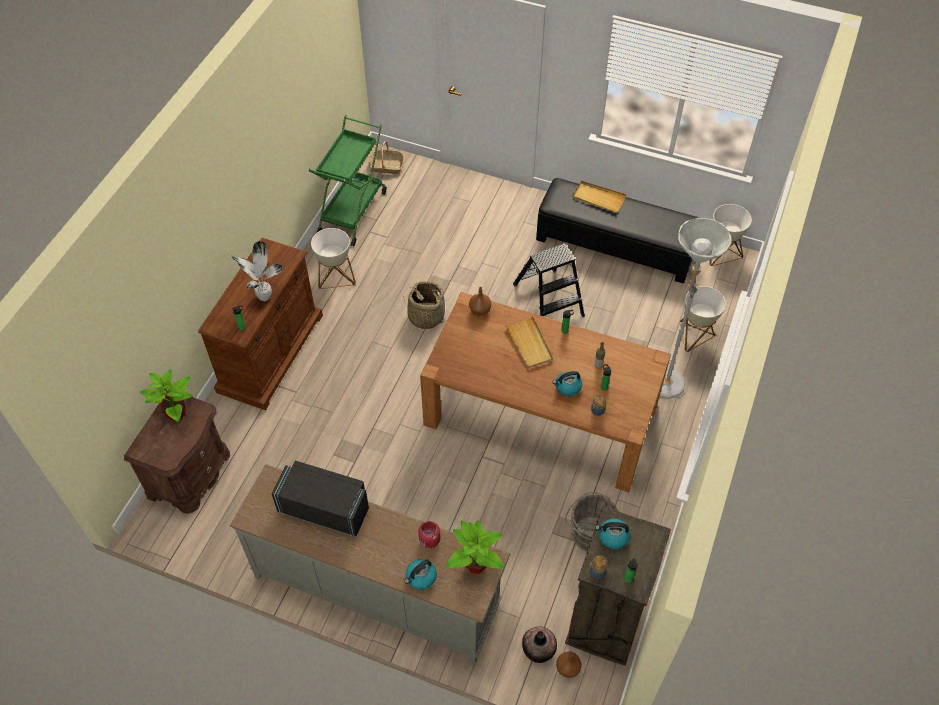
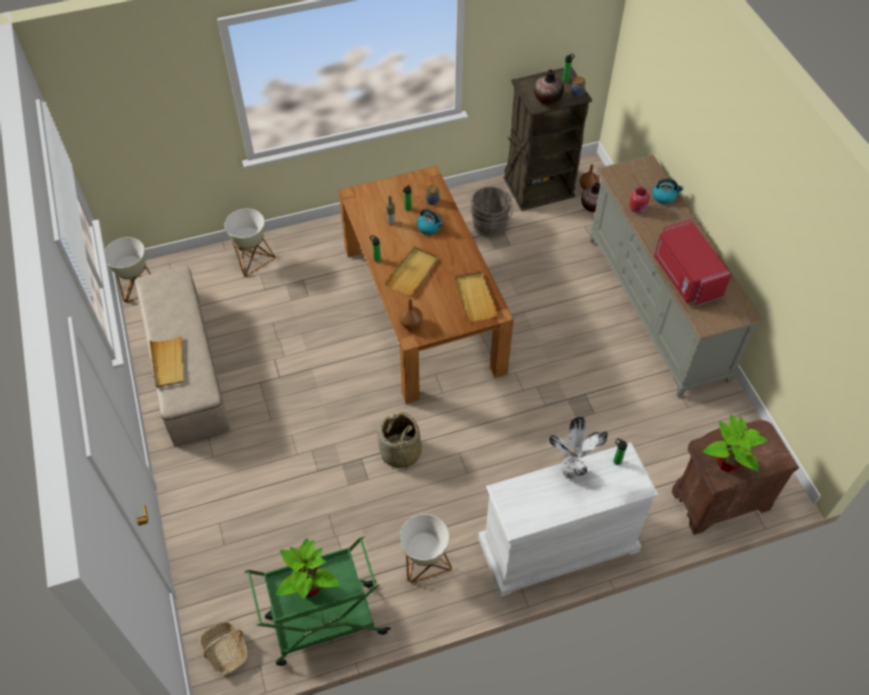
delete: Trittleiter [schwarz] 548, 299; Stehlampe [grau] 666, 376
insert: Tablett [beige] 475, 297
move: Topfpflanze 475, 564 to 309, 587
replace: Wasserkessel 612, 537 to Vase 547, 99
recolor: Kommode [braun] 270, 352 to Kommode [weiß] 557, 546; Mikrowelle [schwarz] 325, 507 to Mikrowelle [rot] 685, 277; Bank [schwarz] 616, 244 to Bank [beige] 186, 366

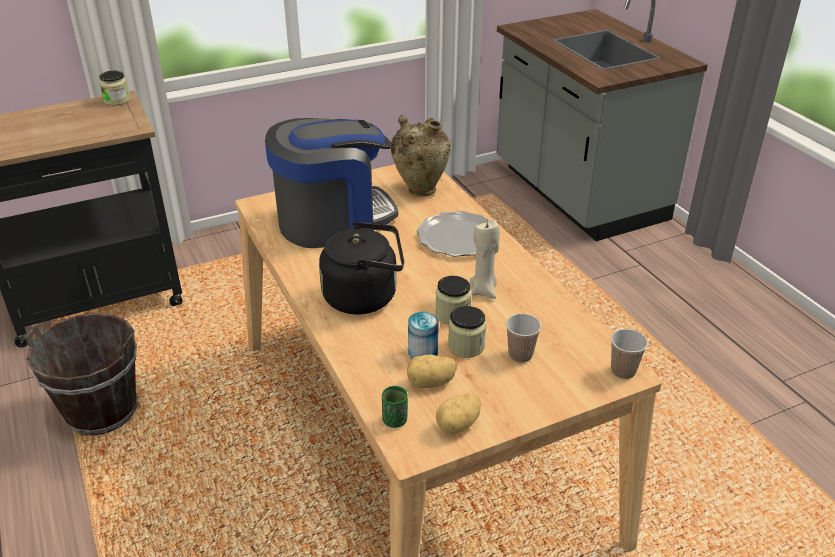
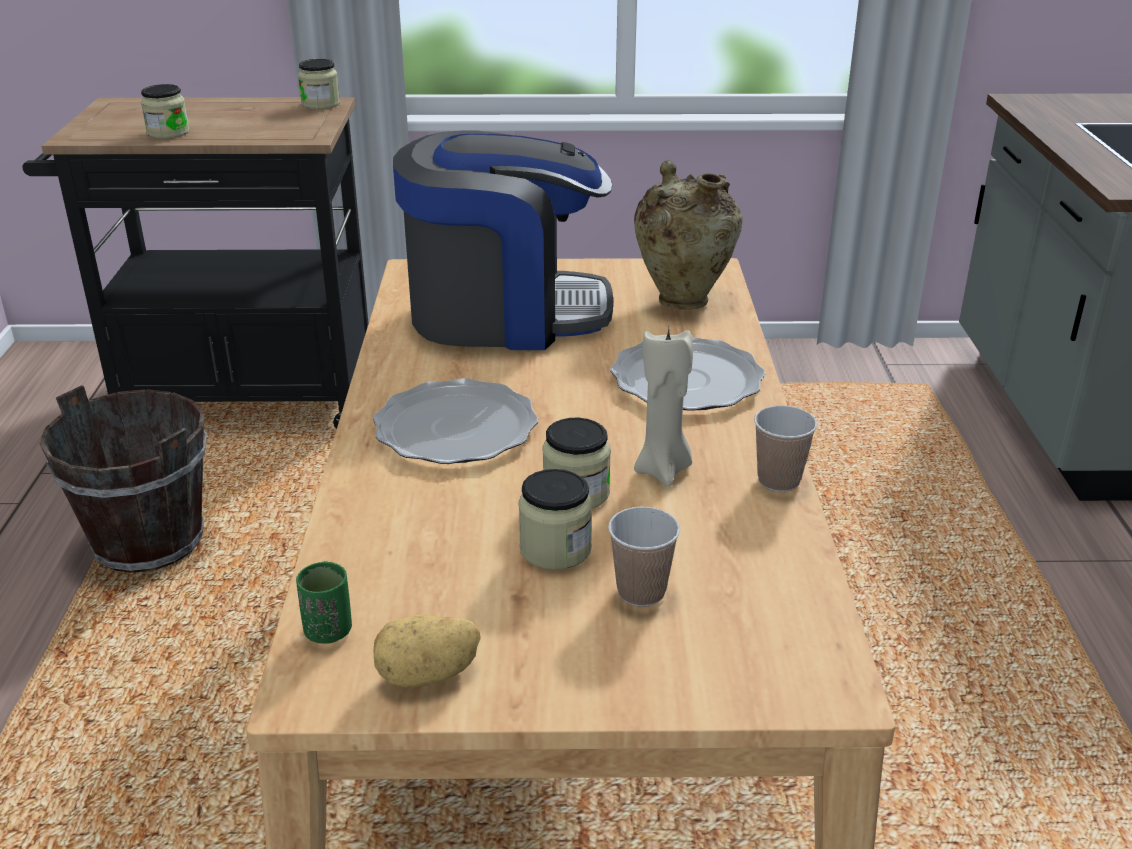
delete: Kartoffel 431, 383; Dose 423, 352
insert: Vorratsglas 168, 133
move: Tasse 623, 371 to 778, 481
replace: Wasserkessel [schwarz] 365, 296 to Teller 456, 429

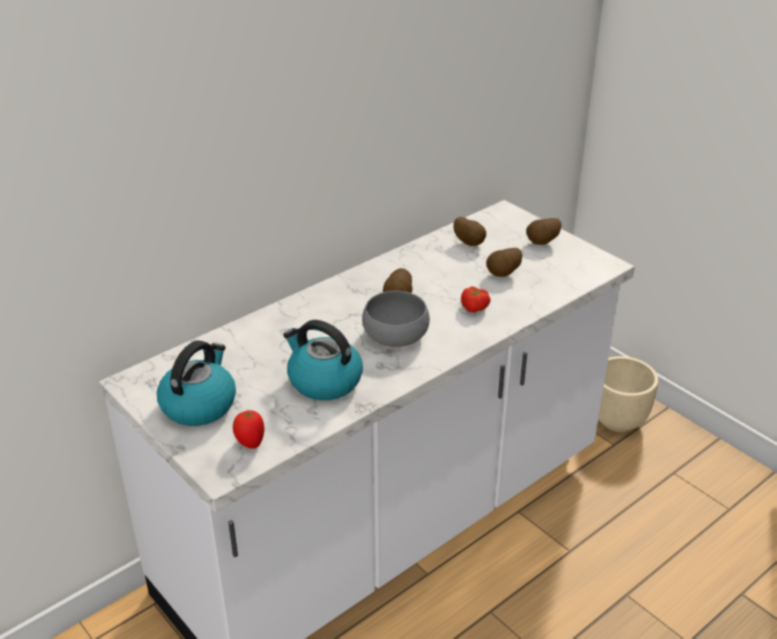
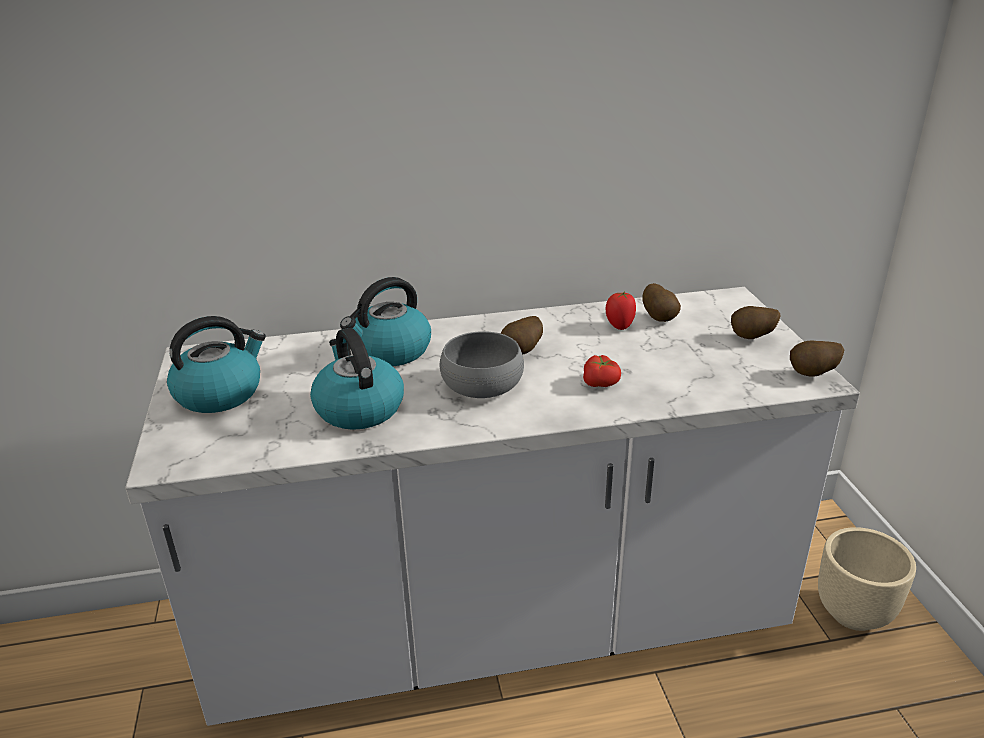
insert: Wasserkessel 390, 352
move: Tomate 250, 443 to 619, 326; Kartoffel 504, 274 to 812, 375

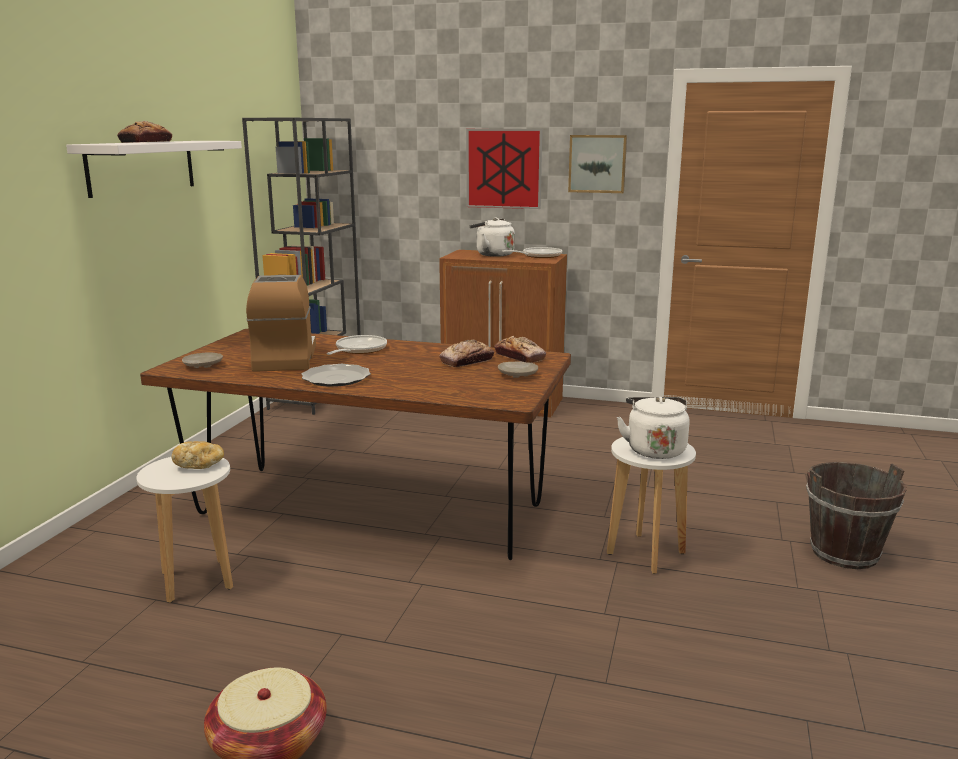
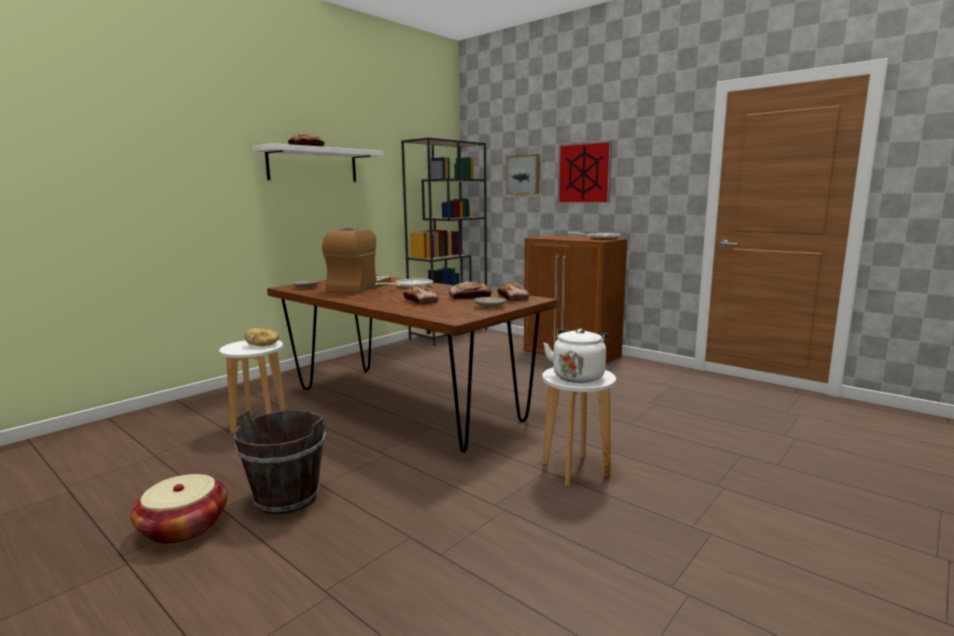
delete: Teller 336, 378; Wasserkessel [weiß] 492, 254
insert: Brot 420, 301
move: Bild 597, 163 to 523, 175; Eimer [braun] 844, 553 to 286, 498

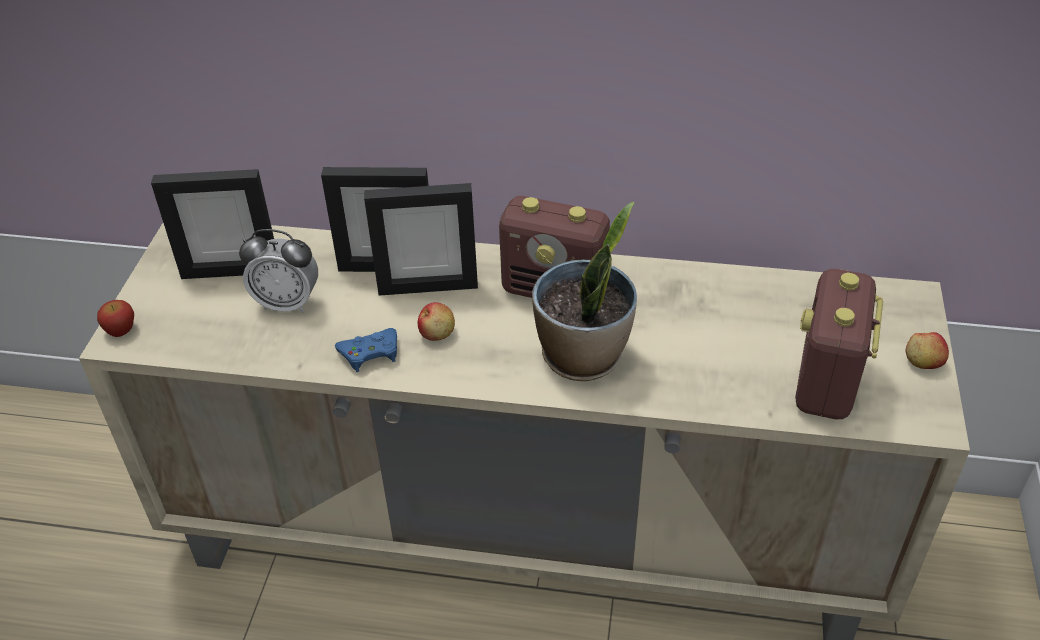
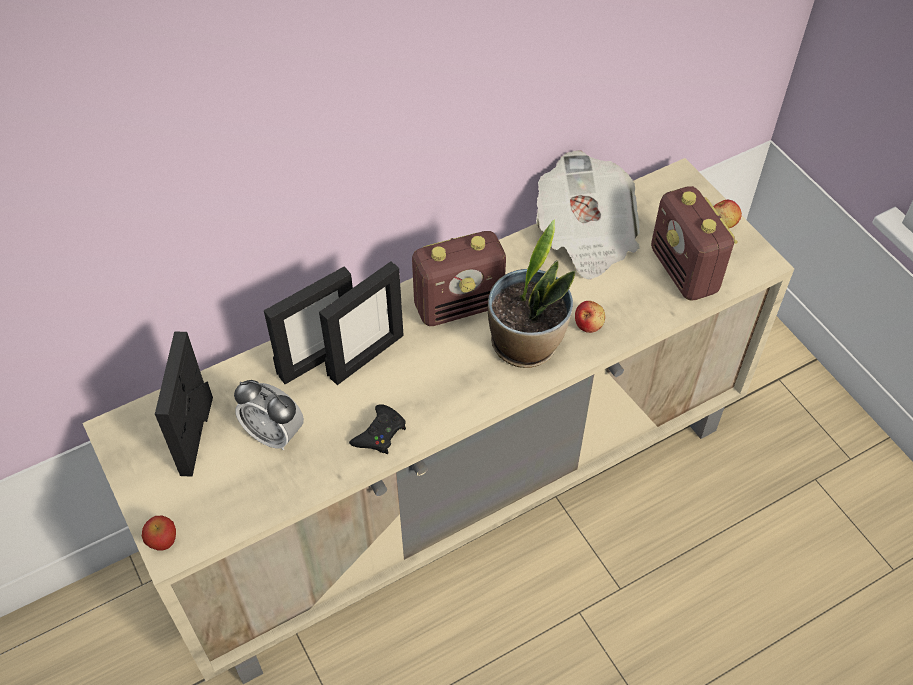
insert: Zeitung 586, 236
move: Apfel 437, 333 to 588, 324
recolor: Gamepad [blau] 370, 353 to Gamepad [schwarz] 380, 433
rotate: Bilderrahmen 231, 270 = 196, 435 135 degrees clockwise; Wecker 287, 303 = 274, 434 60 degrees clockwise

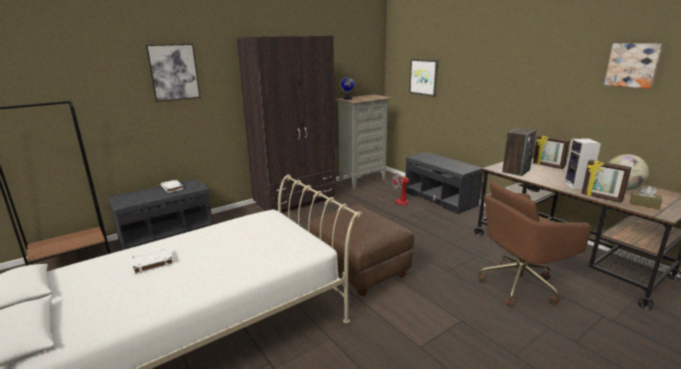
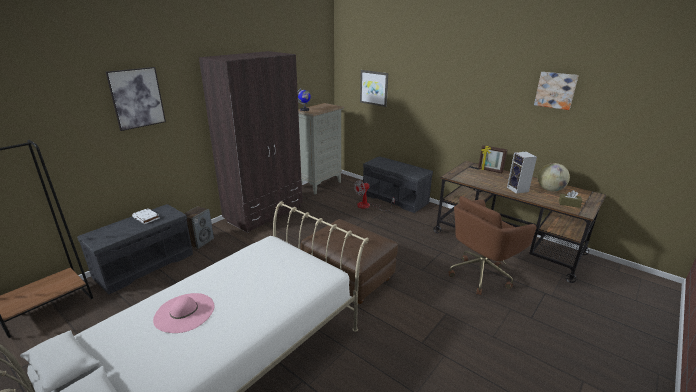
delete: Bilderrahmen 601, 198
move: Lautsprecher 516, 171 to 200, 241
replace: Buch [weiß] 152, 263 to Hut [rosa] 184, 312

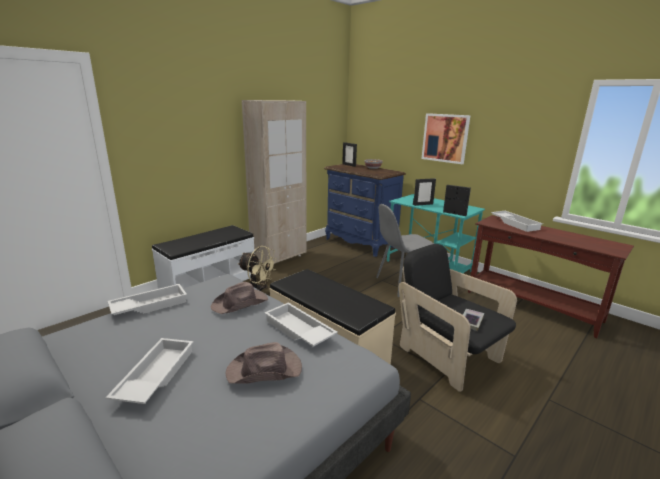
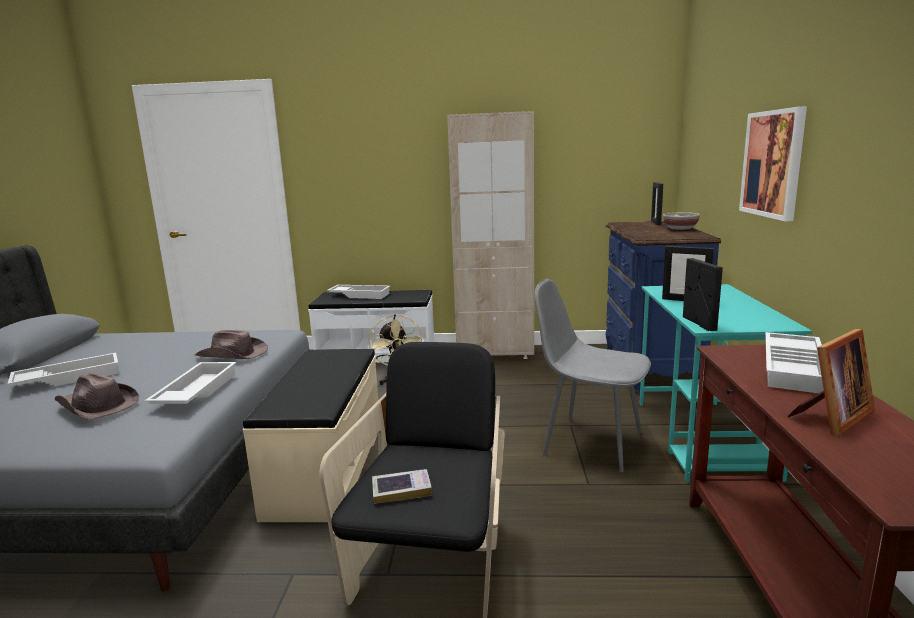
insert: Bilderrahmen 831, 417
move: Tablett [weiß] 150, 305 to 360, 295

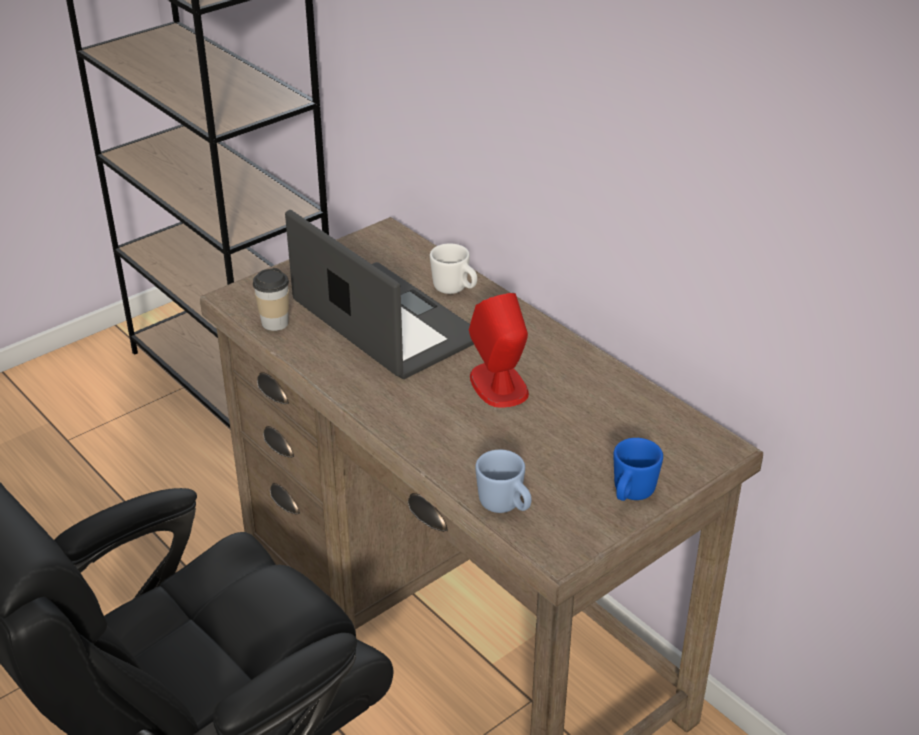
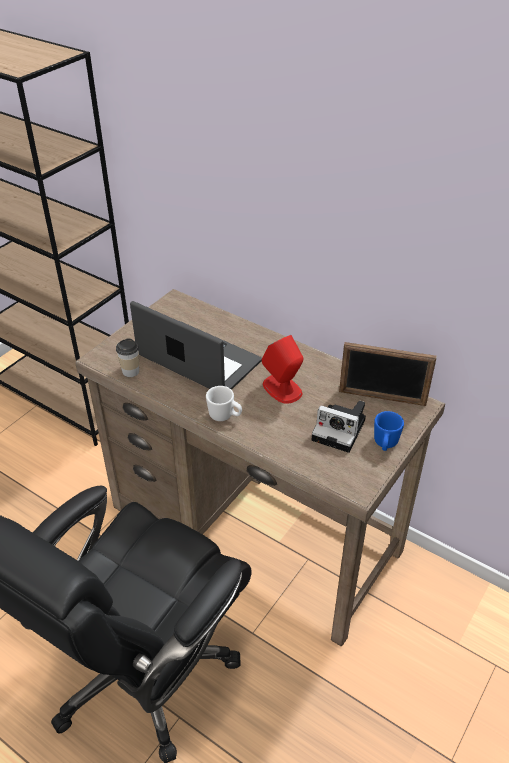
delete: Henkelbecher [blau] 505, 506
insert: Kamera 341, 430; Bilderrahmen 382, 398
move: Henkelbecher [weiß] 455, 289 to 225, 416

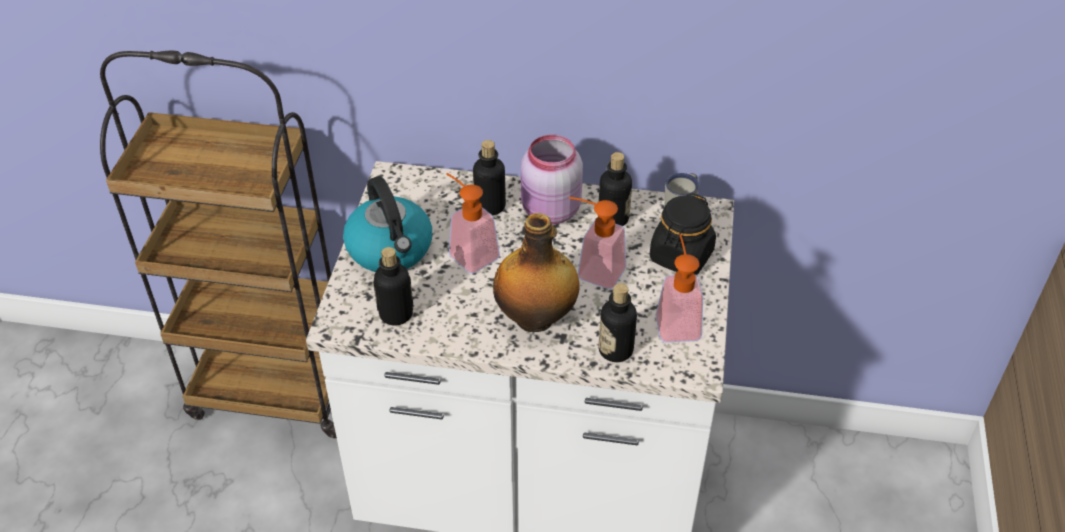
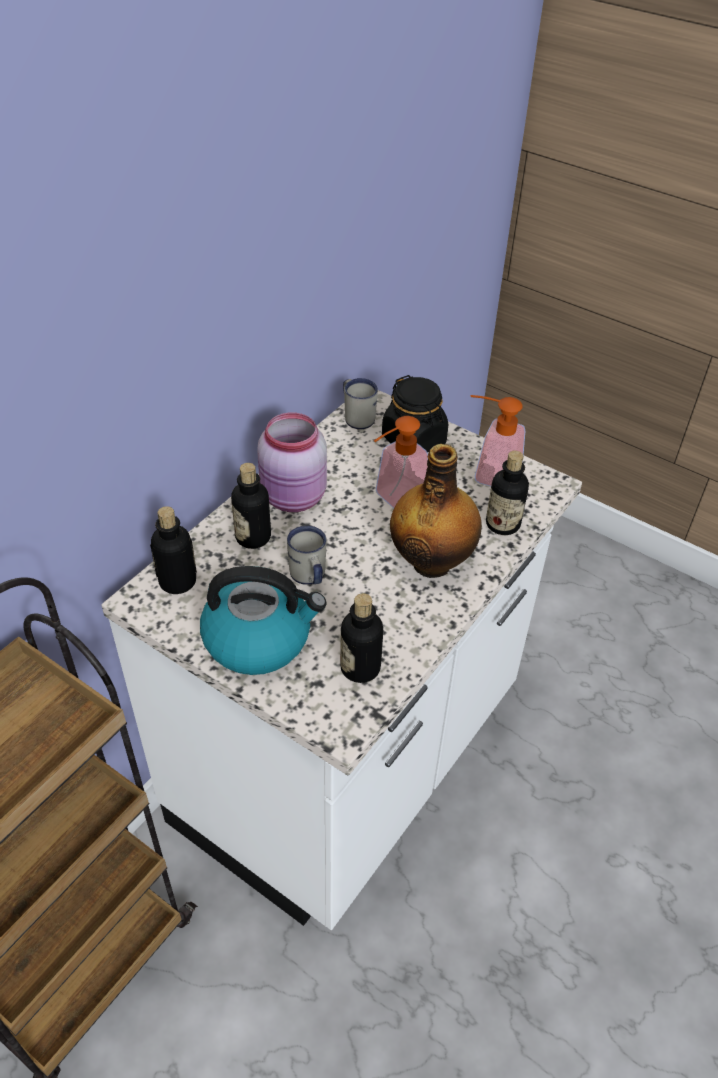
move: Flasche 613, 218 to 177, 581
replace: Seifenspender 469, 252 to Henkelbecher [weiß] 309, 577

